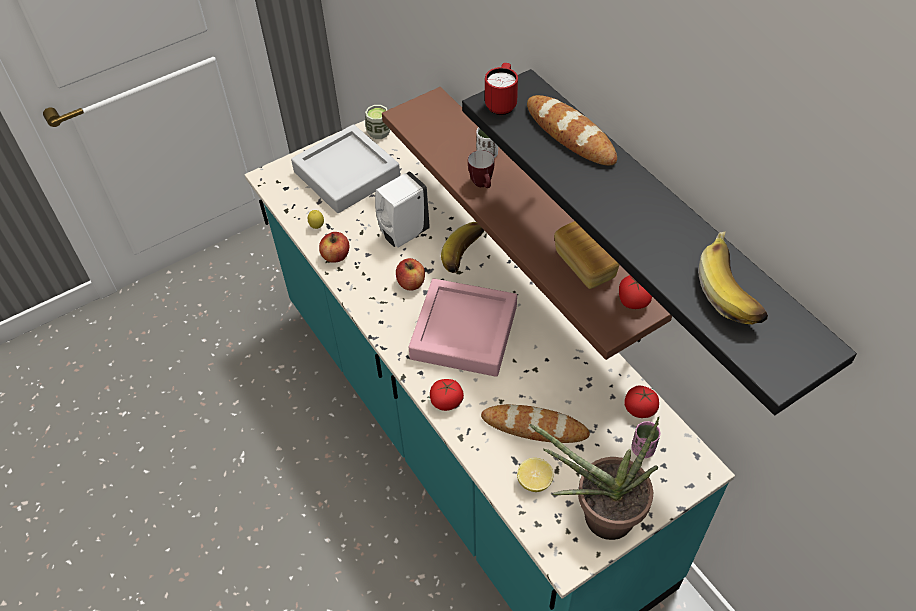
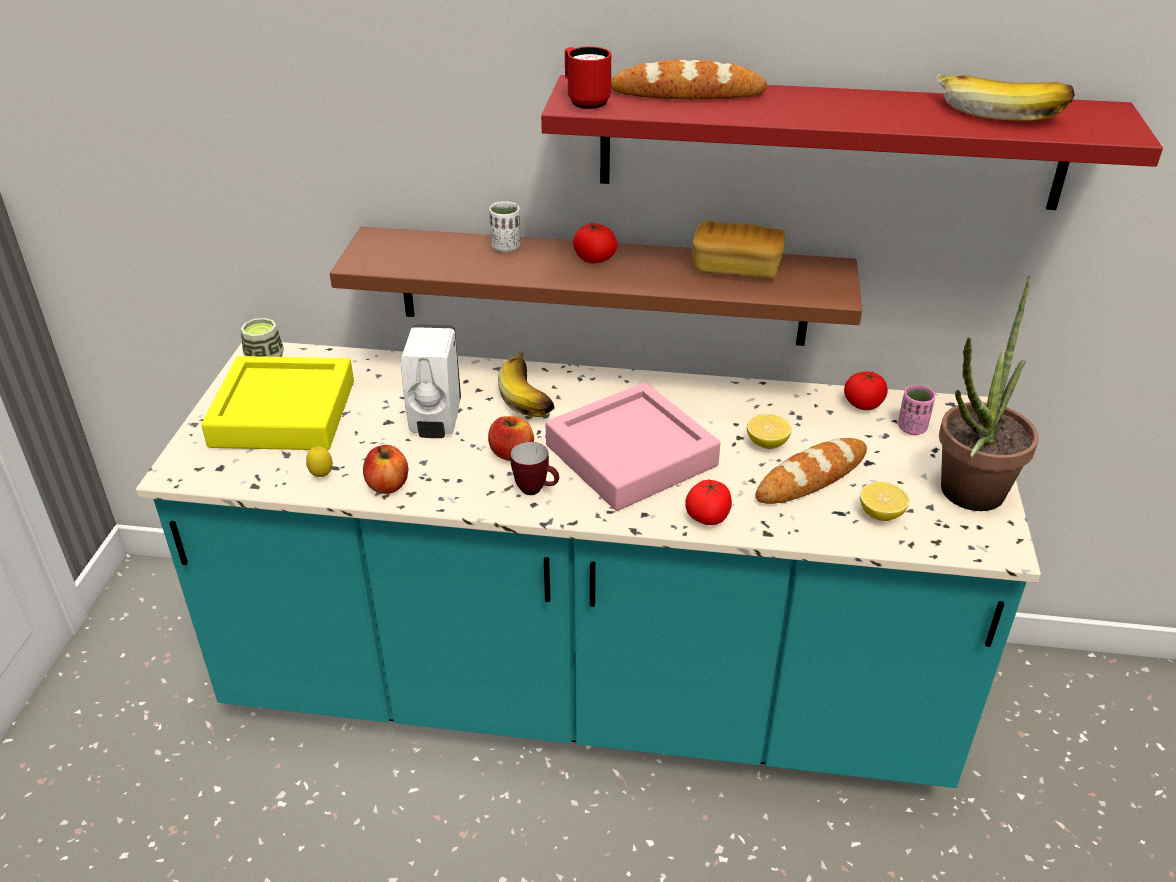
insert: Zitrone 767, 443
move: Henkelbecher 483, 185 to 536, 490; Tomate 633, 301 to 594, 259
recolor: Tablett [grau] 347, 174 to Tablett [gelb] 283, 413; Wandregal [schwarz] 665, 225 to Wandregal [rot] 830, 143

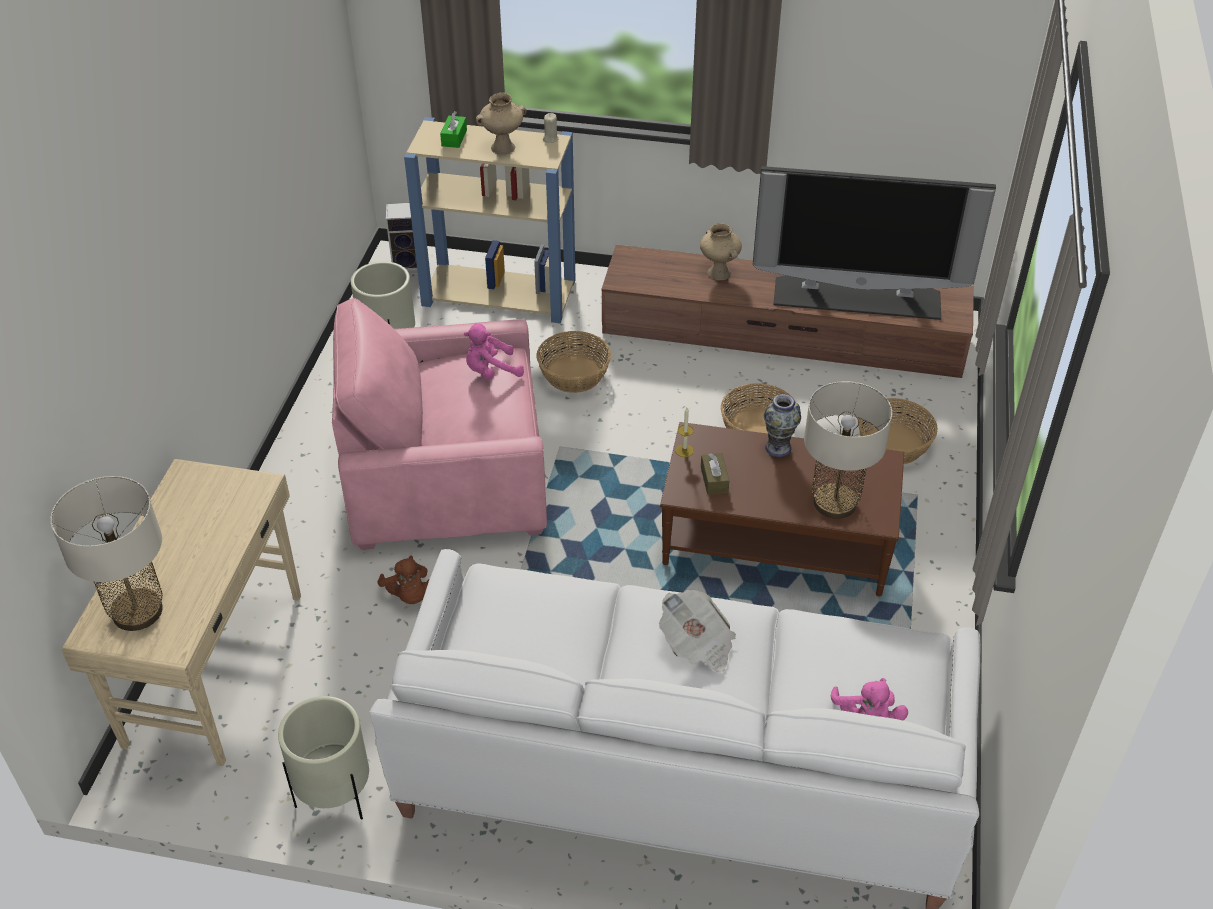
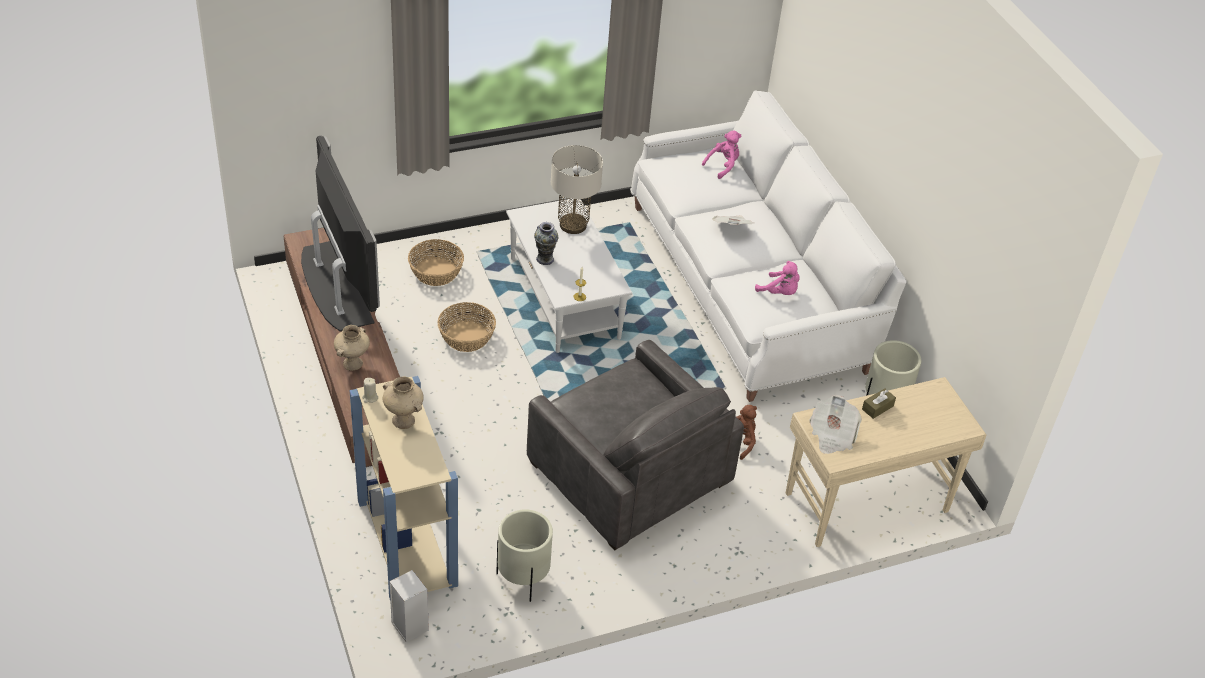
delete: Tischlampe 137, 611; Taschentuchbox [grün] 454, 138; Korb 574, 374
insert: Zeitung 832, 435
move: Plüschtier [rosa] 491, 372 to 779, 292; Taschentuchbox [braun] 714, 479 to 877, 408
recolor: Sessel [rosa] 447, 474 to Sessel [grau] 628, 474; Couchtisch [braun] 774, 543 to Couchtisch [weiß] 565, 298

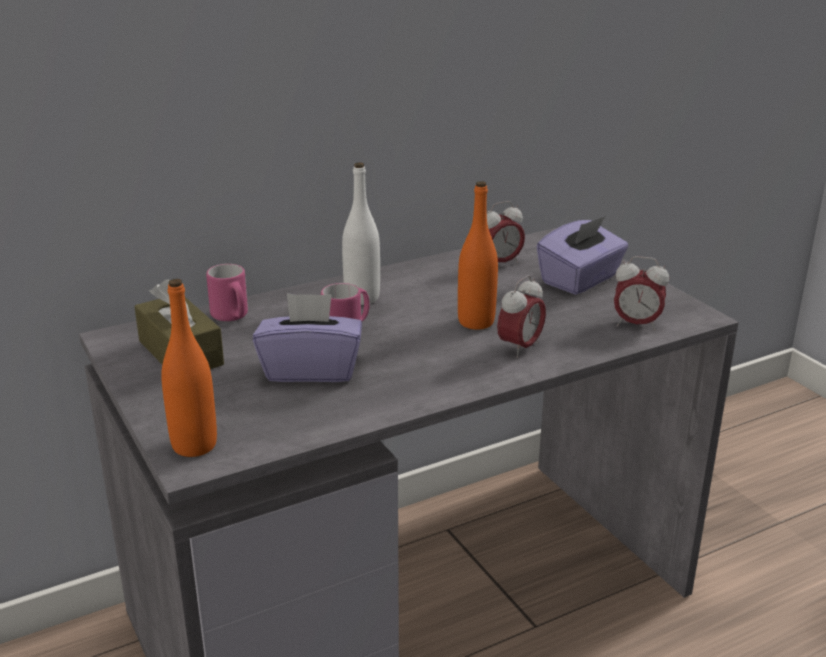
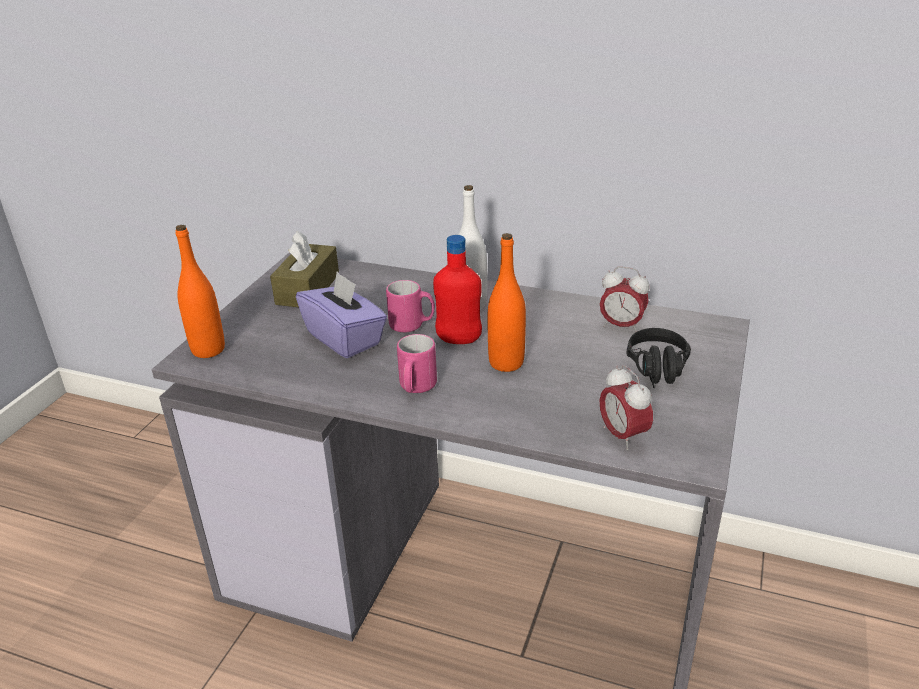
delete: Wecker 520, 348
insert: Flasche [rot] 458, 340
move: Henkelbecher [rosa] 232, 317 to 416, 388
replace: Taschentuchbox [lila] 580, 280 to Kopfhörer [schwarz] 659, 373

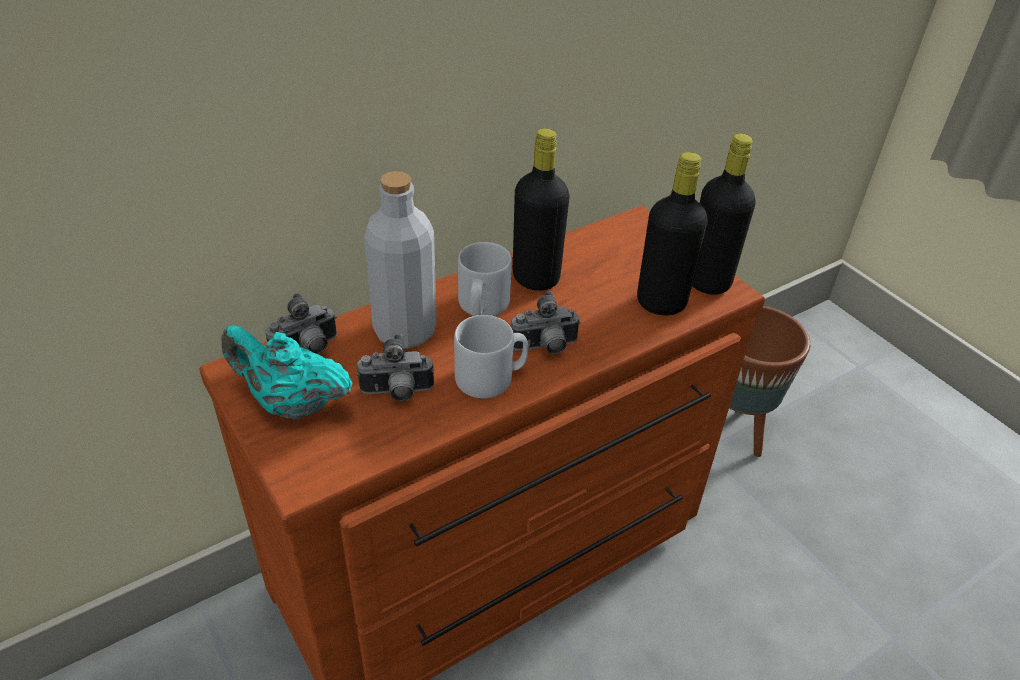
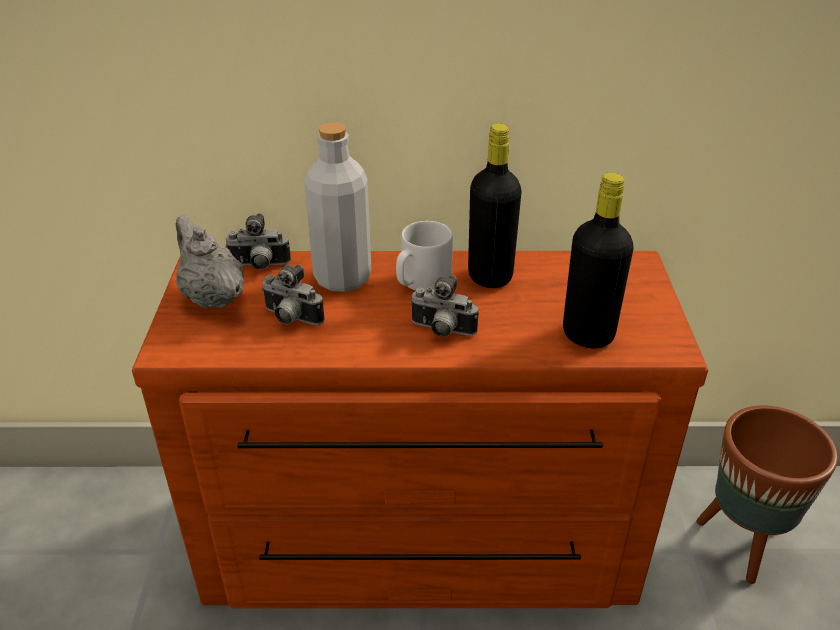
delete: Henkelbecher [grau] 491, 378; Flasche [schwarz] 708, 281
recolor: Teekanne [türkis] 291, 404 to Teekanne [grau] 212, 297

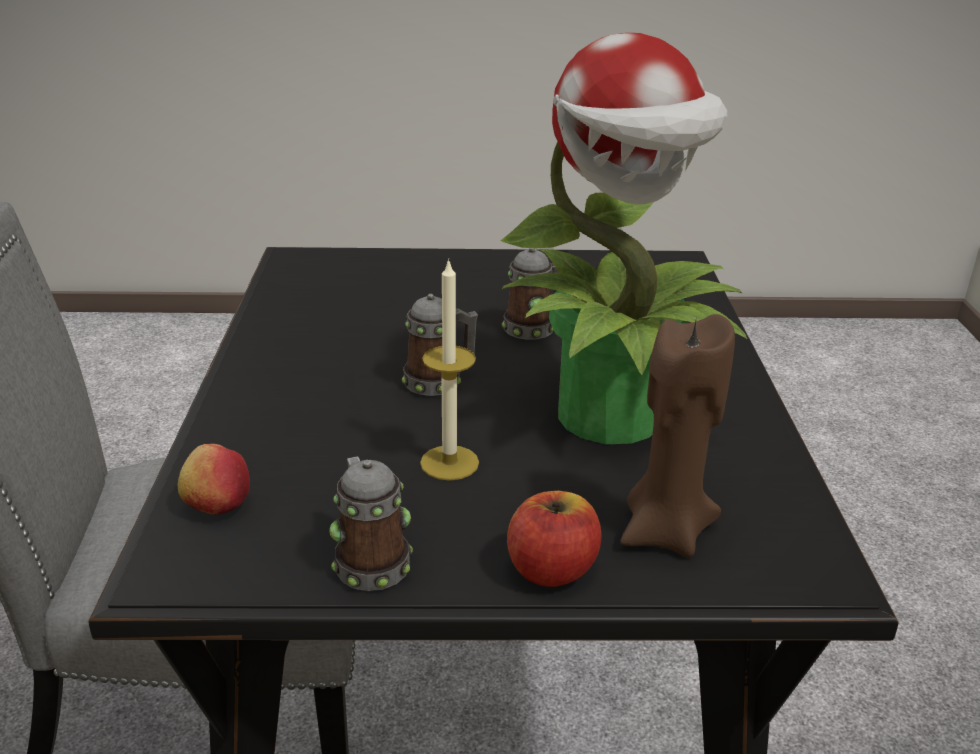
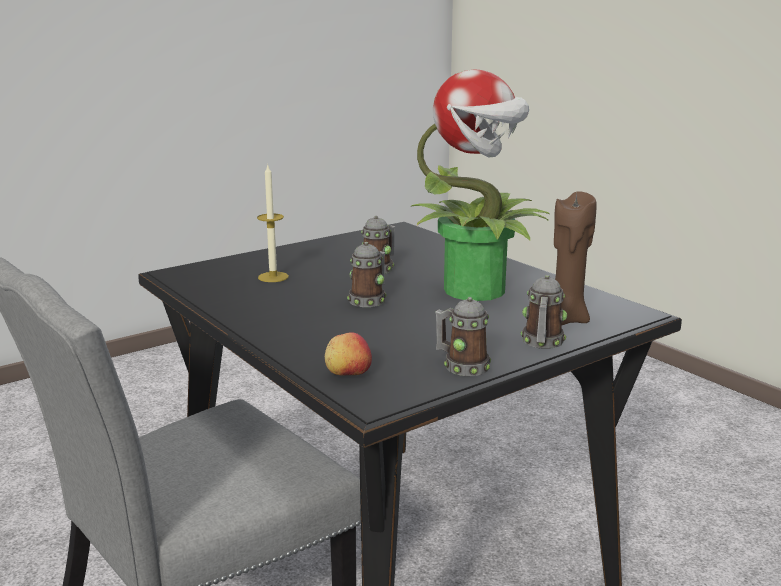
move: Kerze 449, 463 to 273, 277
replace: Apfel 551, 569 to Henkelbecher 542, 343

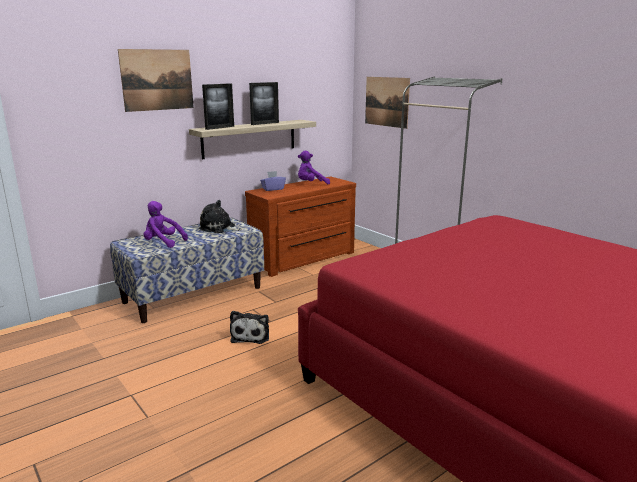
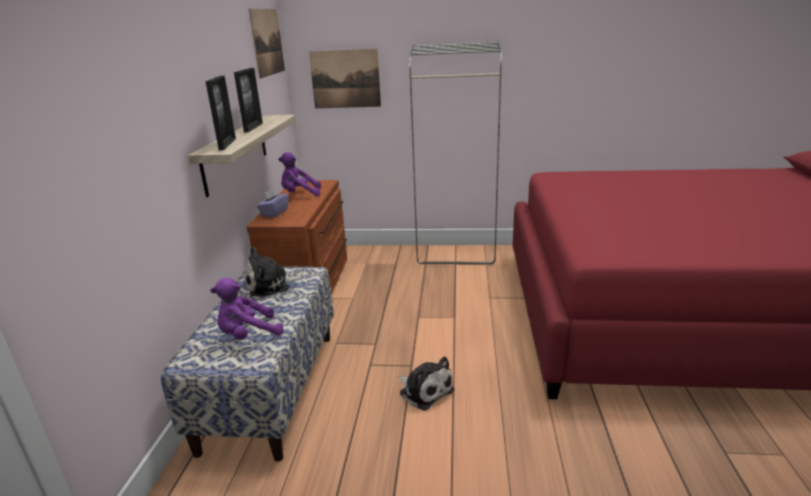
move: Bild 157, 80 to 267, 42
rotate: Plüschtier [lila] 311, 184 = 300, 194 60 degrees clockwise

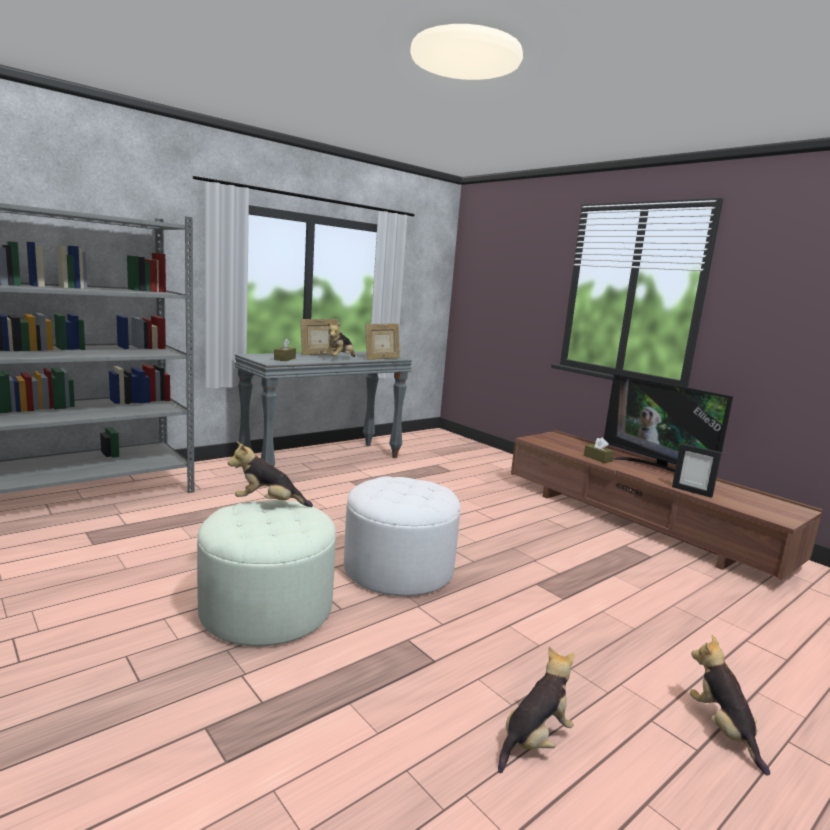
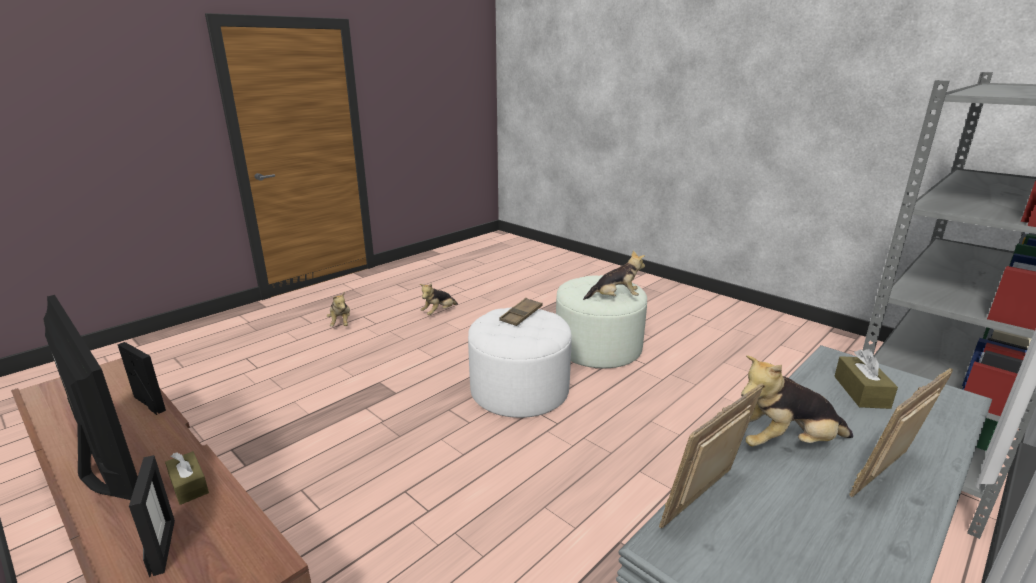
insert: Bilderrahmen 162, 547; Tablett [braun] 521, 315
rotate: Plüschtier 340, 359 = 786, 444 120 degrees counterclockwise

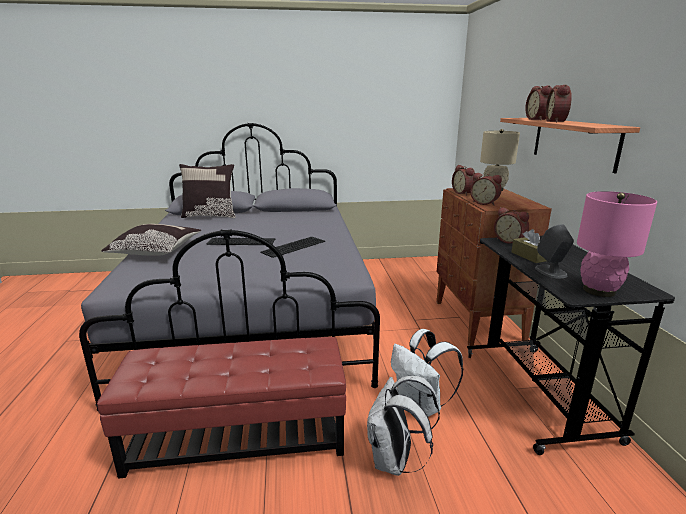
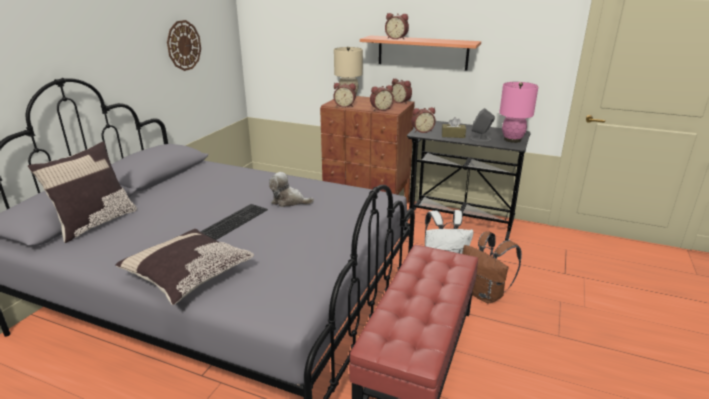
insert: Wanduhr 183, 45
move: Wecker 557, 121 to 401, 102
replace: Tastatur 294, 247 to Plüschtier 289, 201
recolor: Rucksack [weiß] 395, 461 to Rucksack [braun] 485, 295

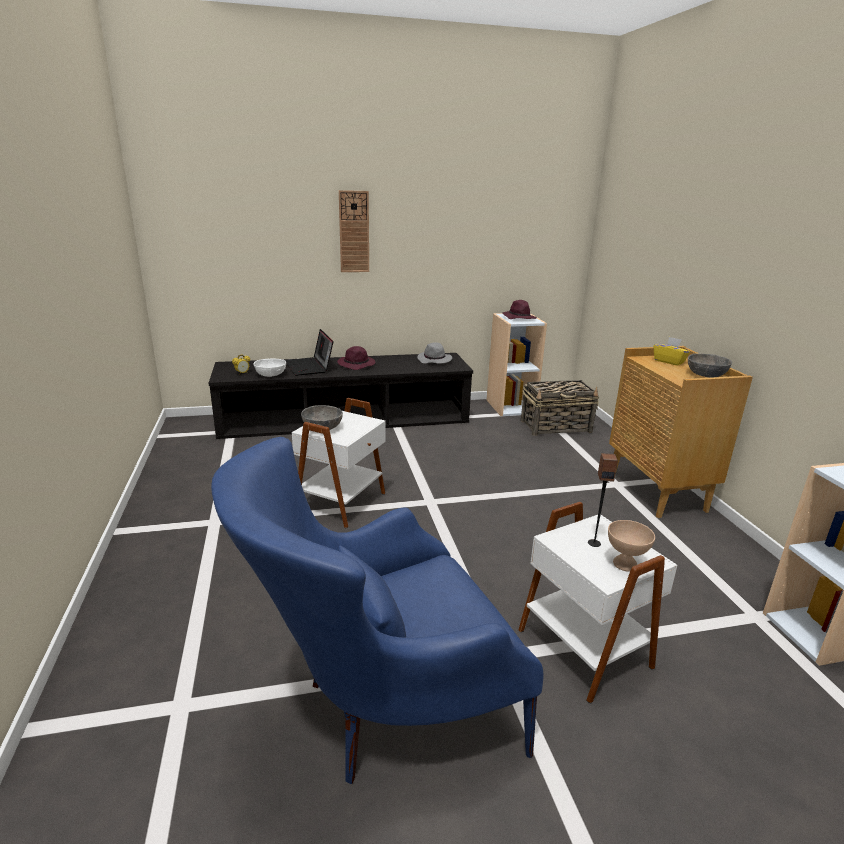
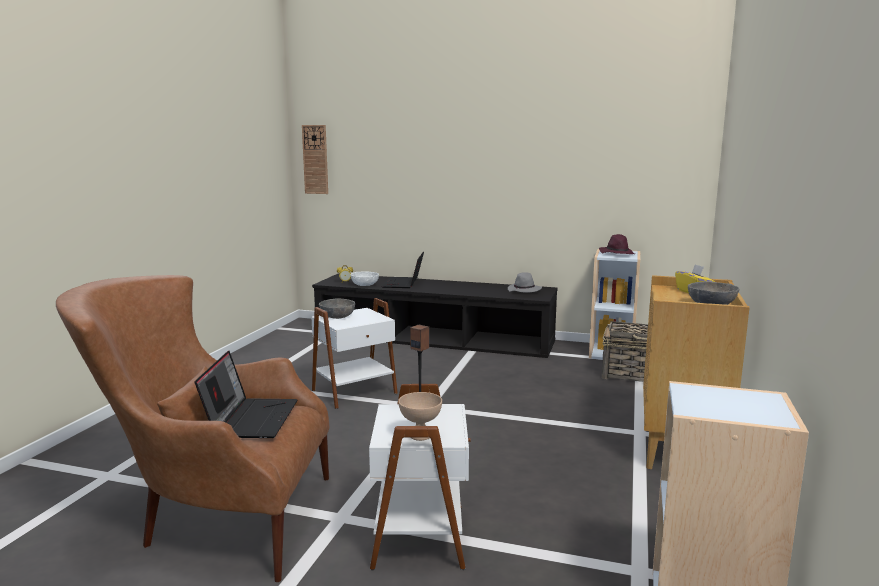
delete: Hut [lila] 357, 364
insert: Laptop 251, 418
move: Wanduhr 354, 232 to 315, 159
recolor: Sessel [blau] 382, 711 to Sessel [braun] 214, 519

